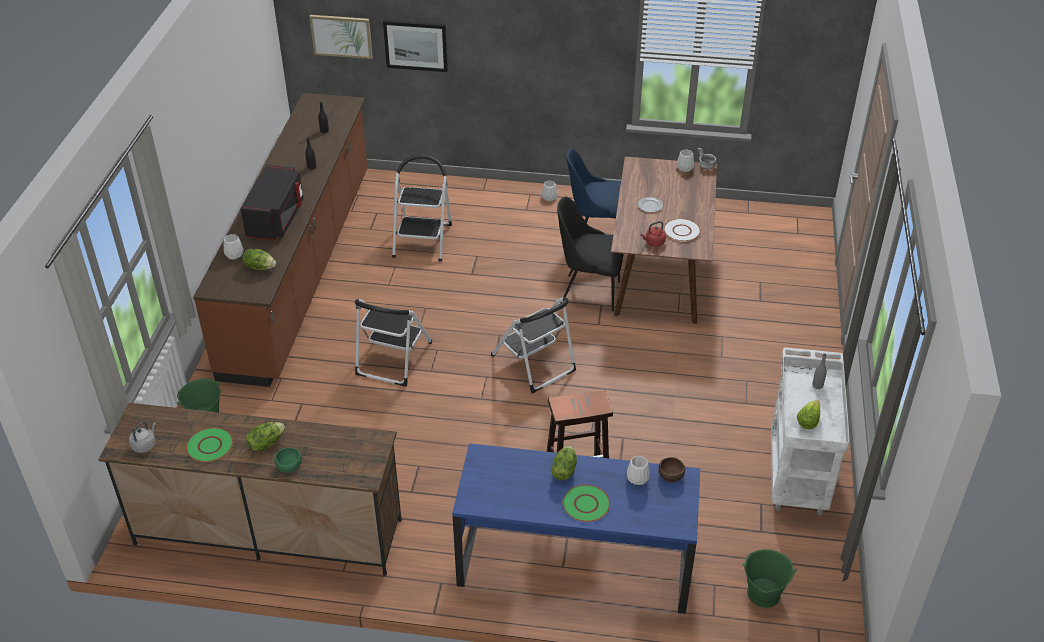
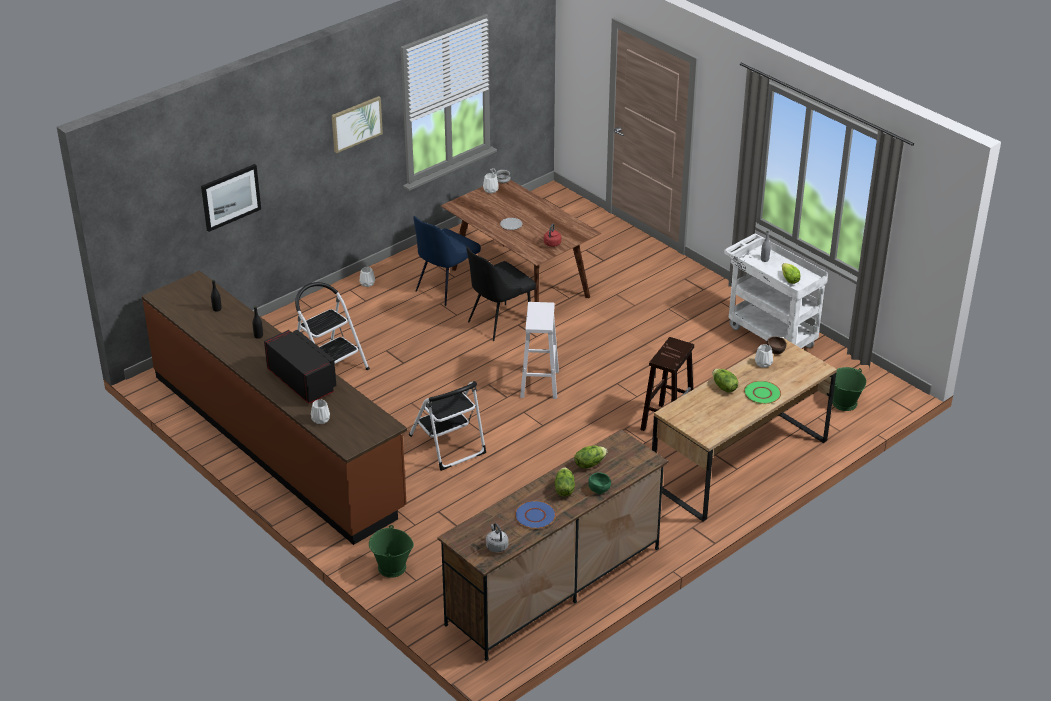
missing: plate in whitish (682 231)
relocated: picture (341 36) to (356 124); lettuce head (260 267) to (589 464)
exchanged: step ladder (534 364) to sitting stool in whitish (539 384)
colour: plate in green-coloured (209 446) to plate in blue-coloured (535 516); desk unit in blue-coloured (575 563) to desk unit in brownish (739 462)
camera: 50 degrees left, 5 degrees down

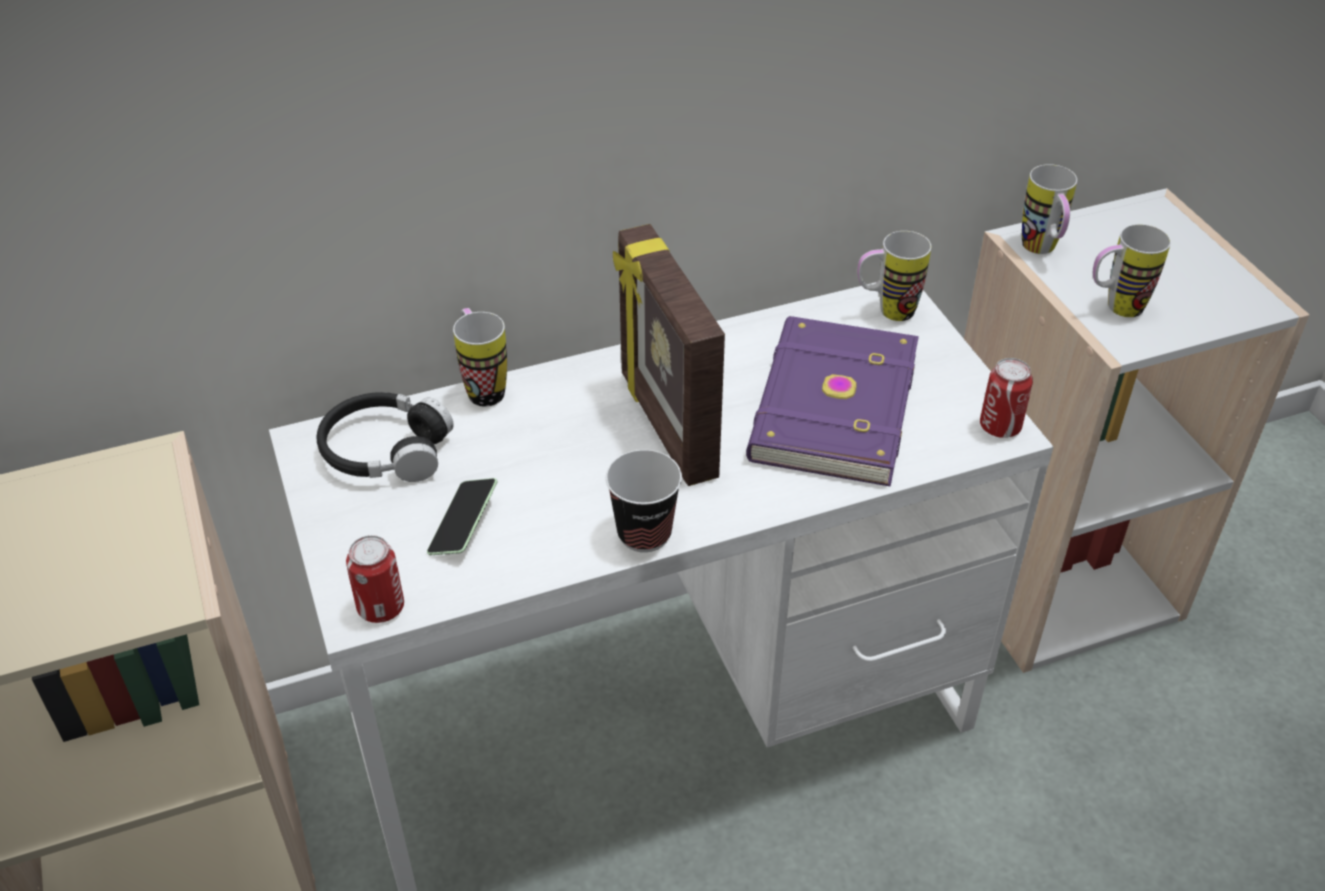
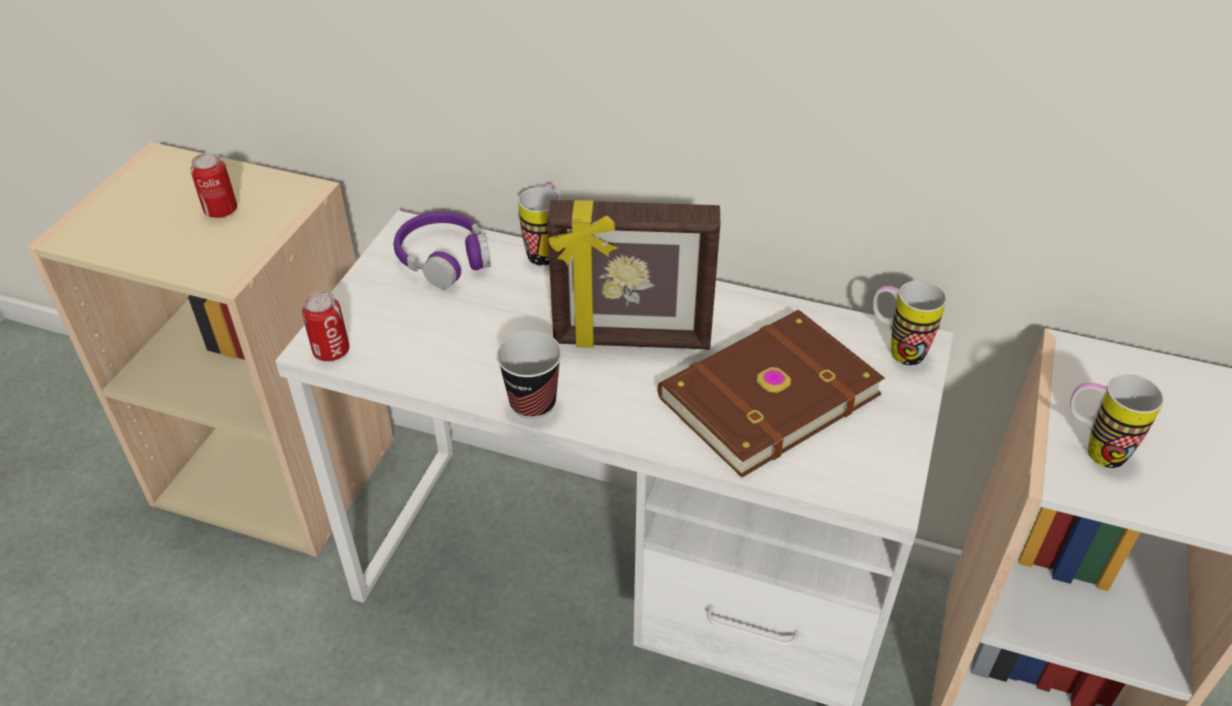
missing: telephone (464 526); mug (1042 251)
relocated: sealed can (1000 426) to (221 210)
colour: pair of headphones in black (385 451) to pair of headphones in purple-coloured (443 258); book in purple-coloured (829 407) to book in brownish (765 394)
spun: picture frame (665 426) = (632 341) 105 degrees counterclockwise
camera: 40 degrees right, 0 degrees up

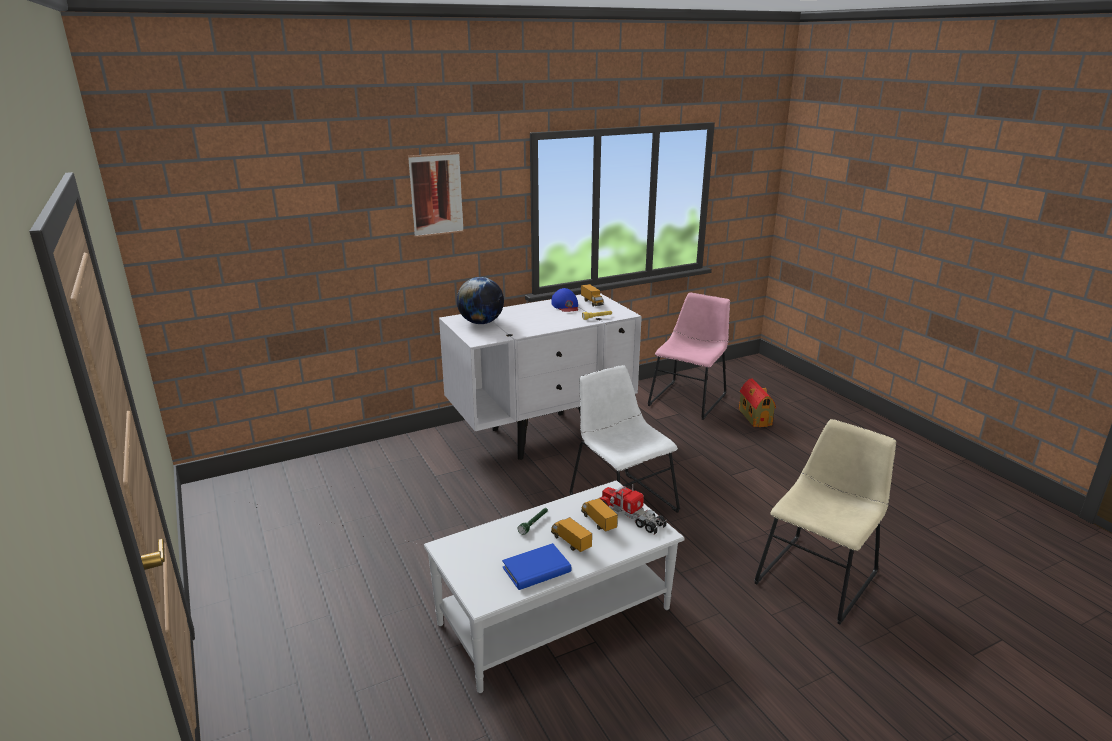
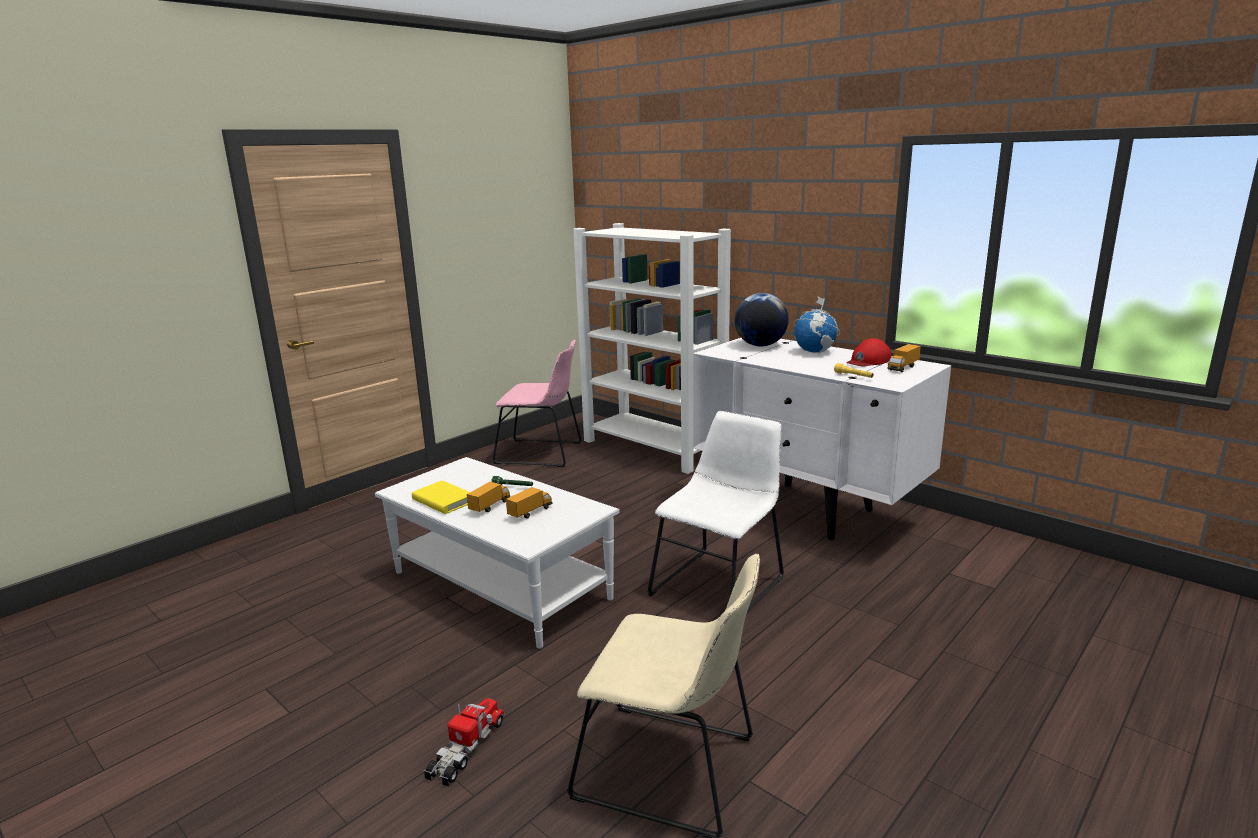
missing: picture (436 195); miniature house (754 416)
appeared: bookcase in whitish (653 447); desk globe (815 351)
relocated: model truck (632 516) to (466 749); plain chair in pink (689 398) to (542 453)
colour: book in blue-coloured (536 570) to book in yellowish (443 501); baseball cap in blue-coloured (565 305) to baseball cap in reddish (868 361)
camera: 70 degrees right, 5 degrees down

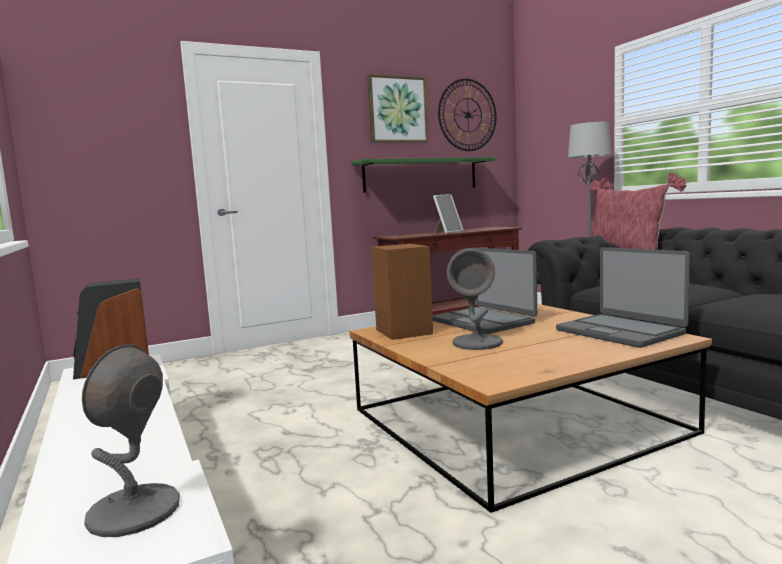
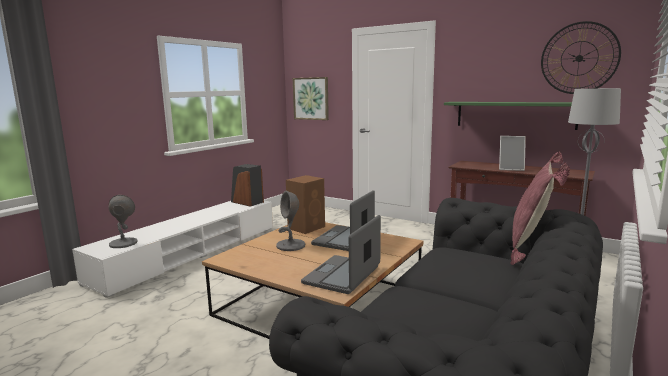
relocated: picture (397 110) to (311 98)
camera: 60 degrees right, 5 degrees up

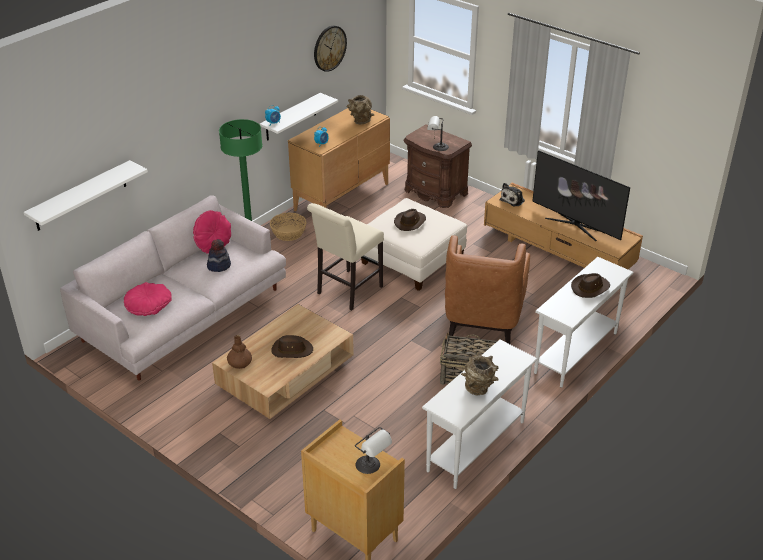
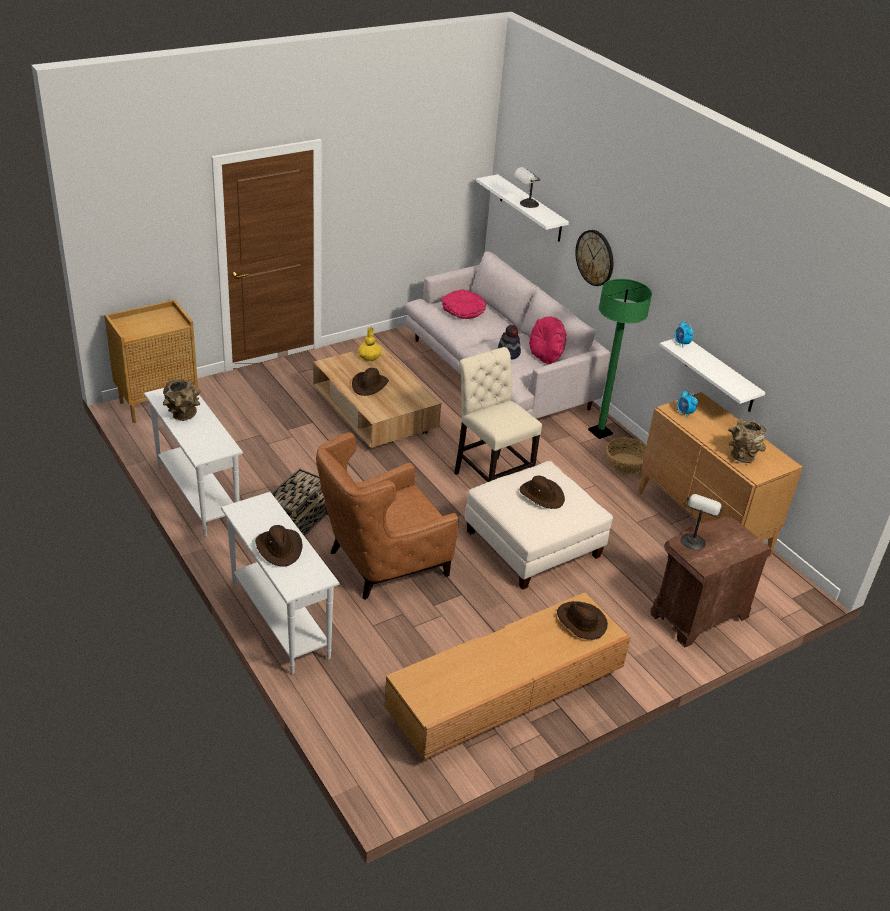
missing: TV set (575 225)
relocated: tabletop lamp (372 467) to (526 204); clock on the wall (329 48) to (595 257)
exchanged: soft toy (513 200) to hat in brownish (580 622)
colour: vase in brownish (240 362) to vase in yellowish (369 356)
spun: easy chair in brownish (482 322) = (382 563) 60 degrees counterclockwise
camera: 105 degrees right, 0 degrees up

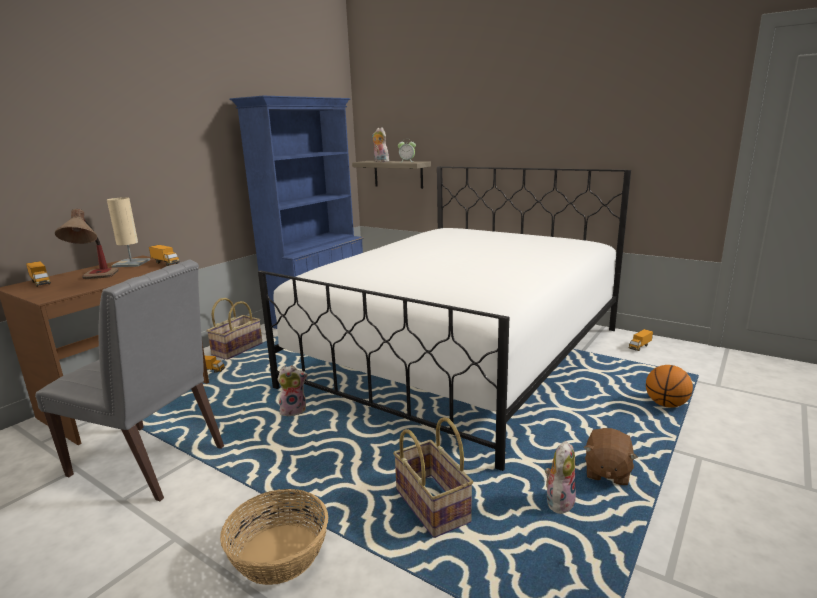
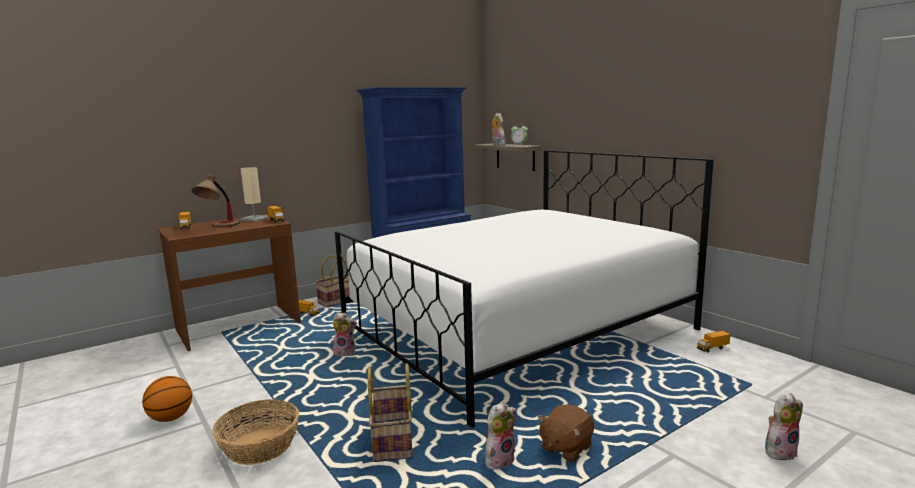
missing: plain chair in grey (147 461)
appeared: soft toy (780 451)
relocated: basketball (666 404) to (171 418)
camera: 20 degrees right, 5 degrees down

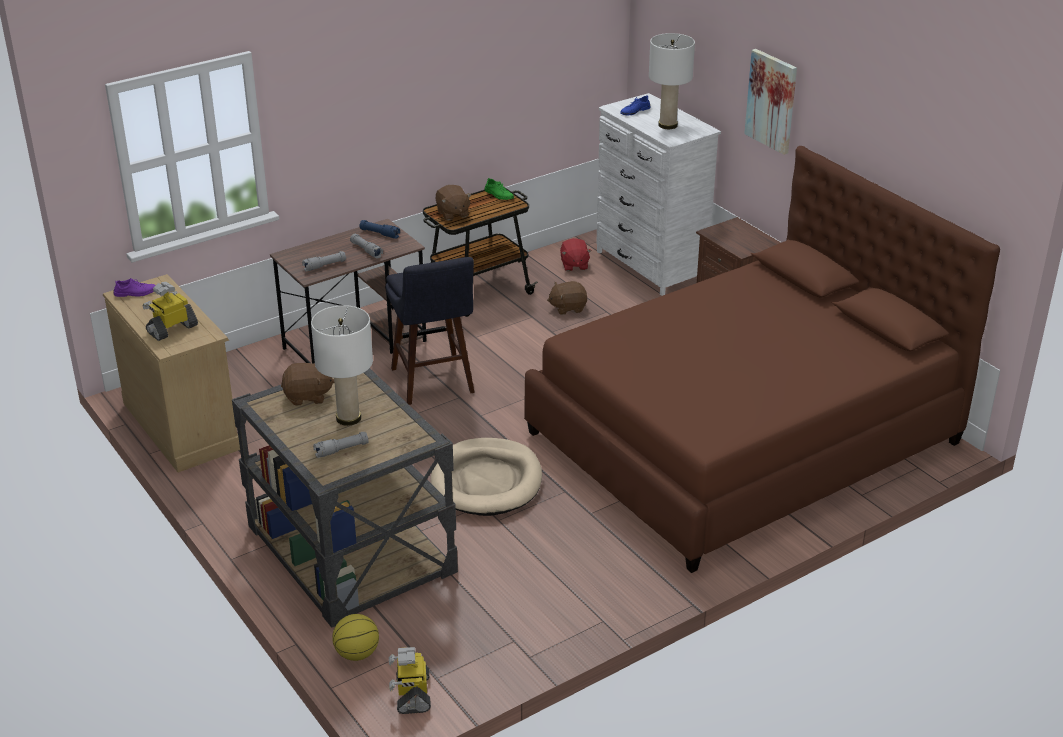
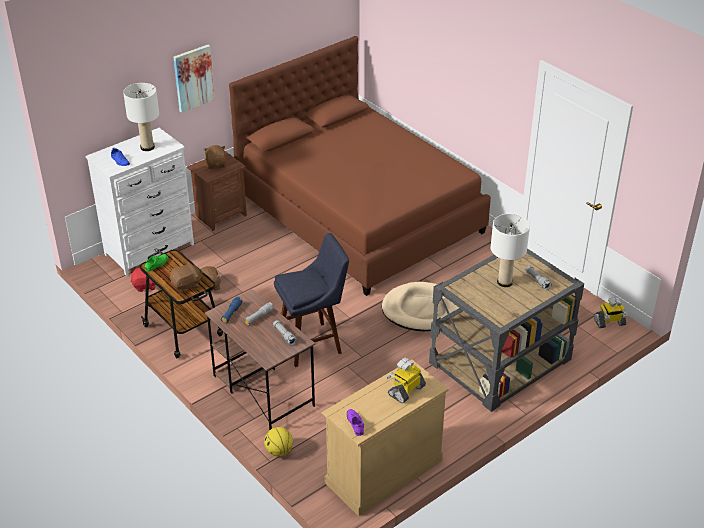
relocated: soft toy in brownish (308 396) to (216 164); basketball (356 654) to (279 451)
spun: robot figure (172 329) = (406 390) 90 degrees clockwise
camera: 95 degrees left, 5 degrees up

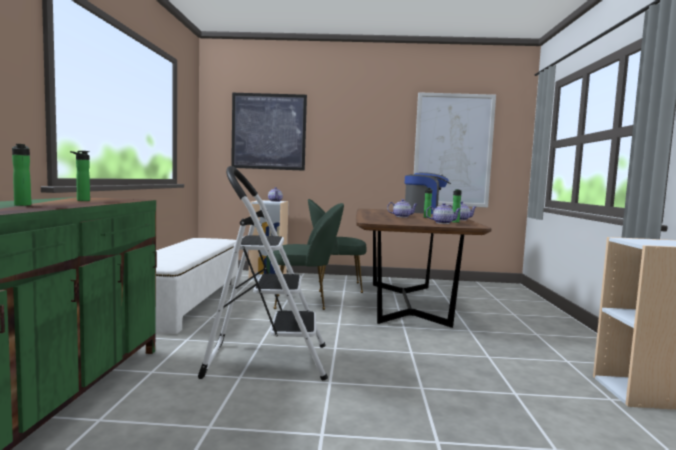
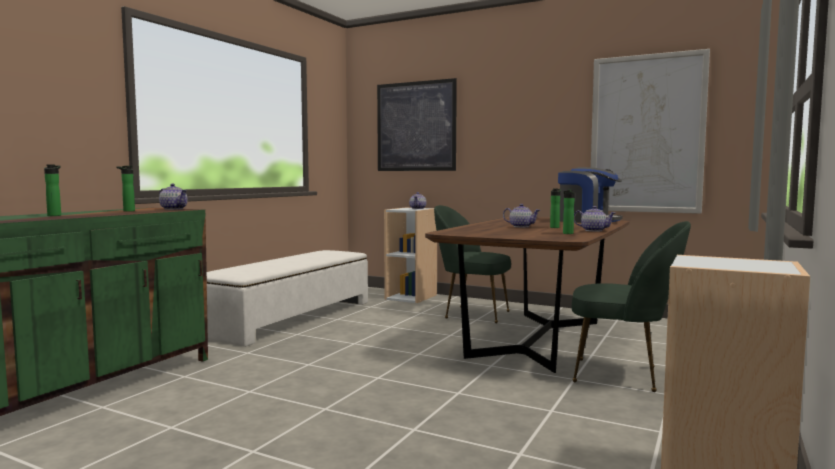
missing: step ladder (263 361)
relocated: pot for tea (442 223) to (173 209); plain chair in green-coloured (305 303) to (624 376)
camera: 25 degrees right, 0 degrees up

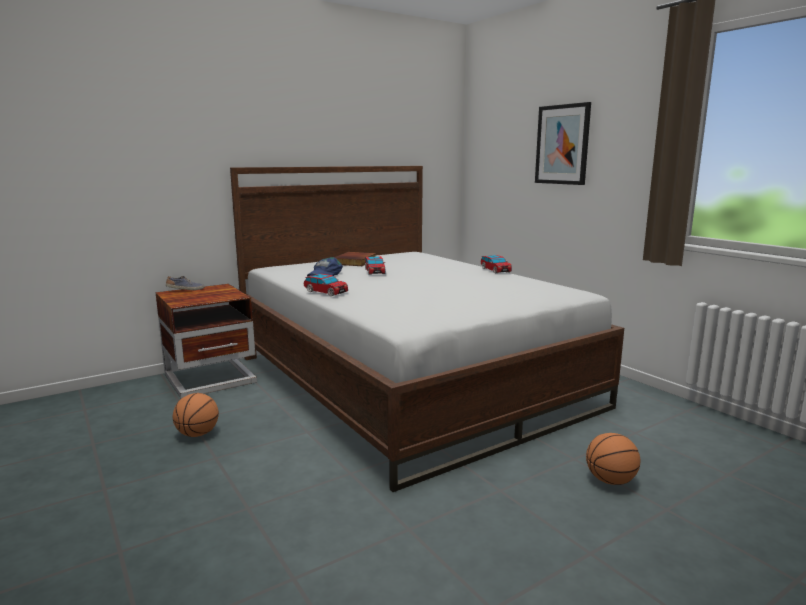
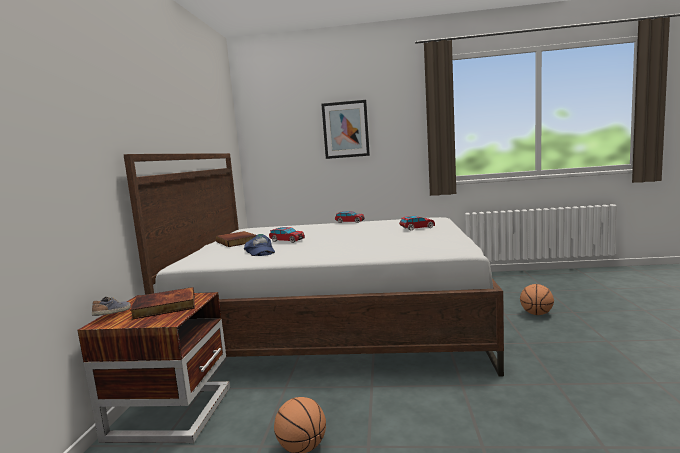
appeared: book (164 307)
relocated: toy car (325 292) to (417 228)
camera: 50 degrees left, 5 degrees down

